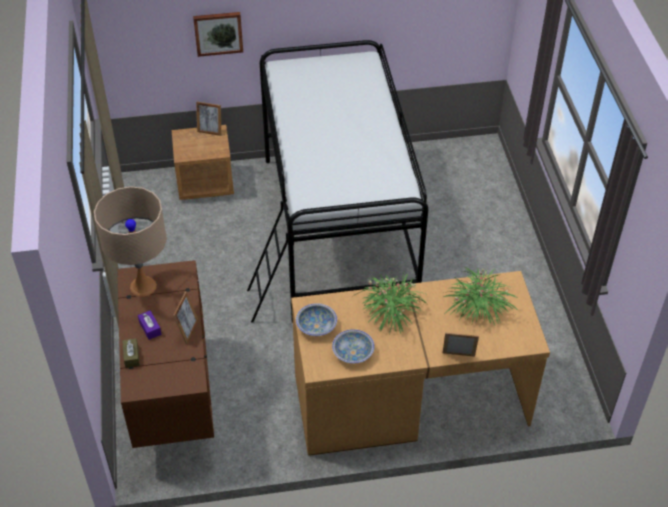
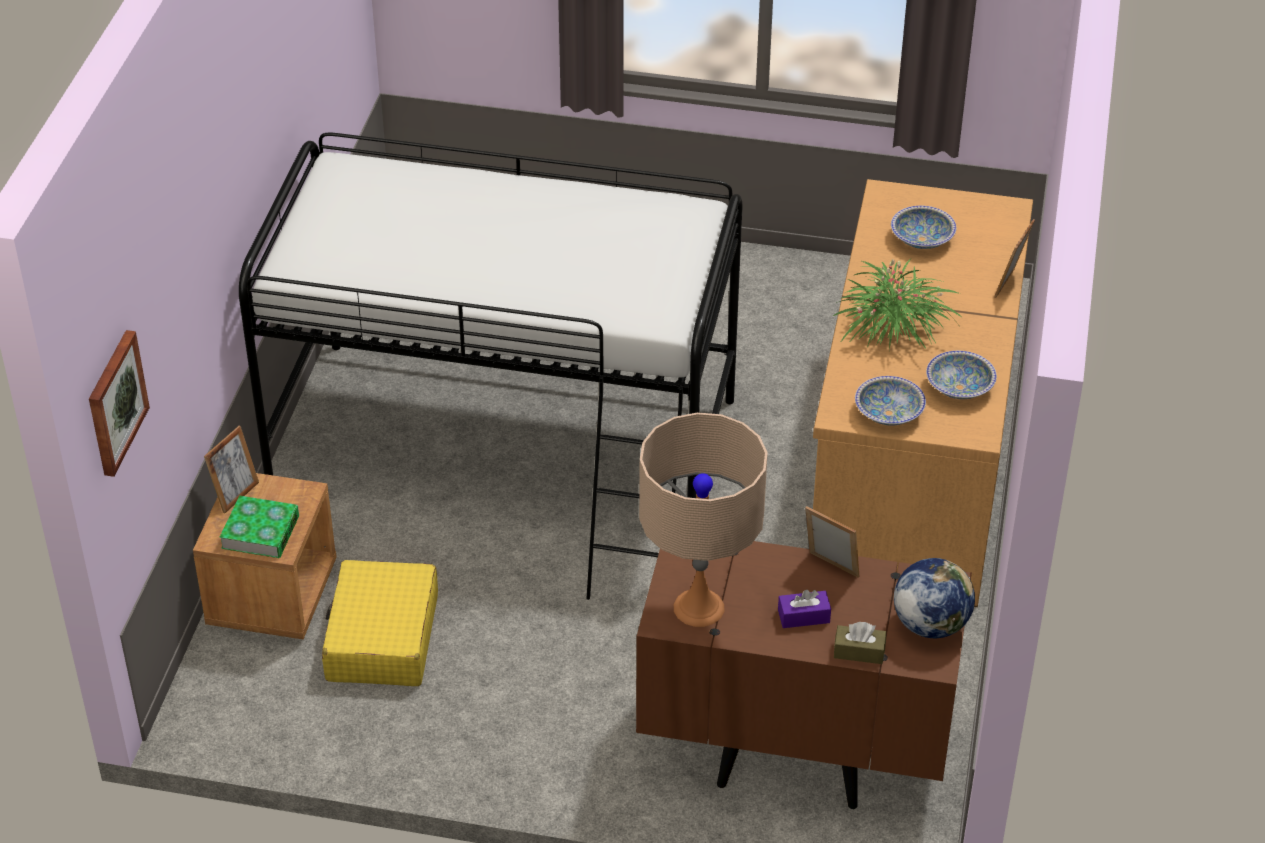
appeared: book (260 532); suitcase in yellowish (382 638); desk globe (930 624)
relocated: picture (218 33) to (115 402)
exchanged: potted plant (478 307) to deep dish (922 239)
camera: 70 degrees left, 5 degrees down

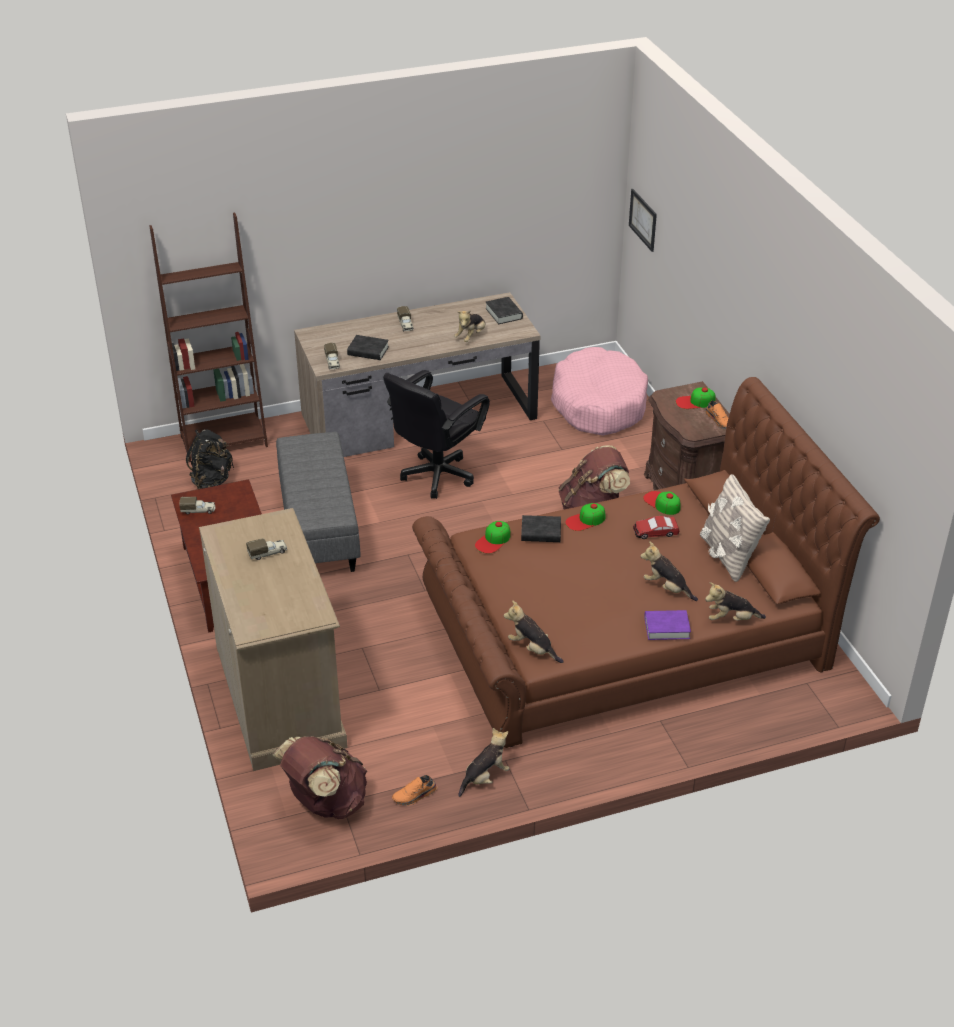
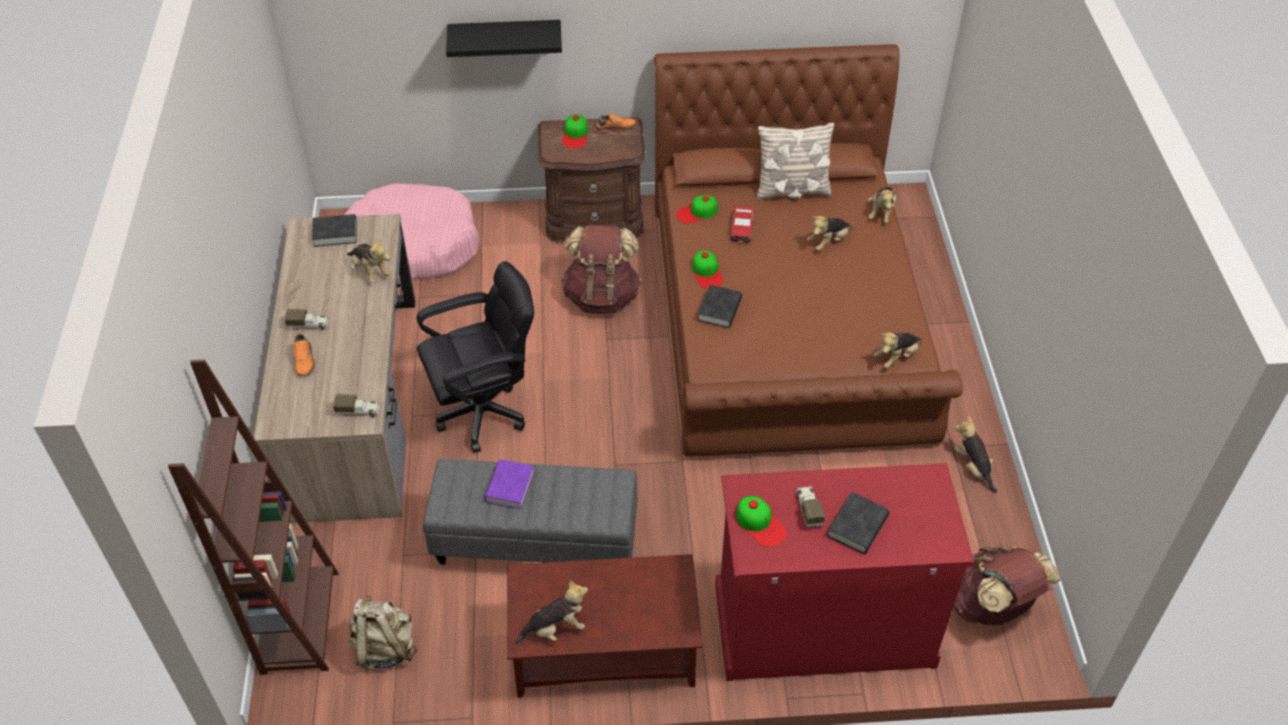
missing: picture (643 219)
appeared: wall shelf in black (505 38)
relocated: item of footwear in orange-coloured (415 796) to (305 360); book in purple-coloured (667 628) to (510 487); baseball cap (493 540) to (760 524); book in black (368 351) to (857 526)
exchanged: model truck (198 510) to soft toy (555 628)
colour: rucksack in black (211 480) to rucksack in sand-coloured (384 647); dresser in sand-coloured (280 695) to dresser in reddish (822 625)
spun: office chair in black (436 479) = (486 413) 75 degrees counterclockwise
camera: 75 degrees left, 10 degrees up

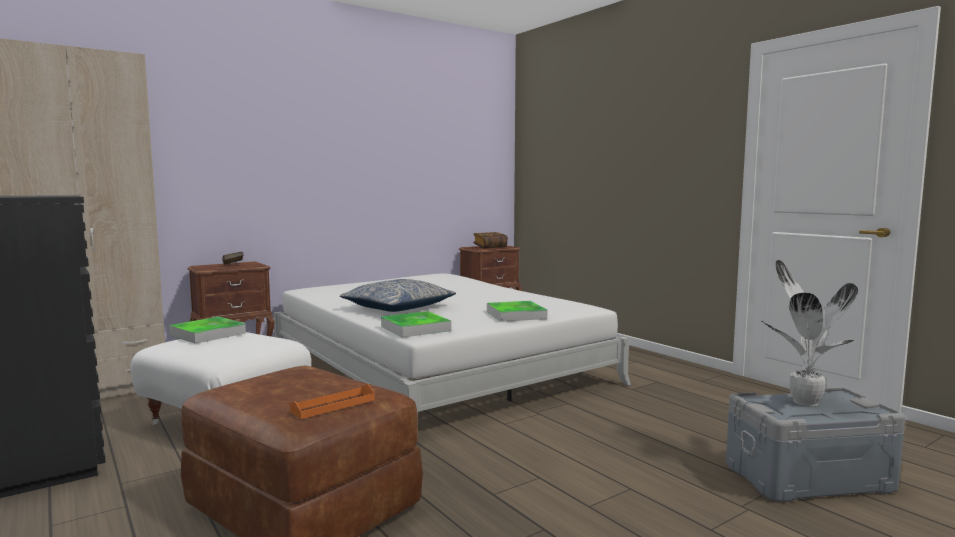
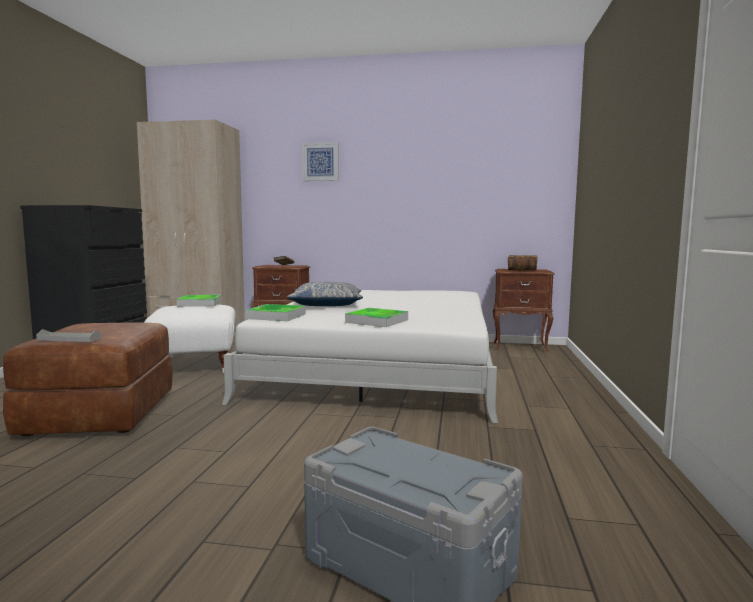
missing: potted plant (803 401)
appeared: picture (320 162)
colour: tray in orange-coloured (333 405) to tray in grey (69 339)
camera: 45 degrees right, 0 degrees up

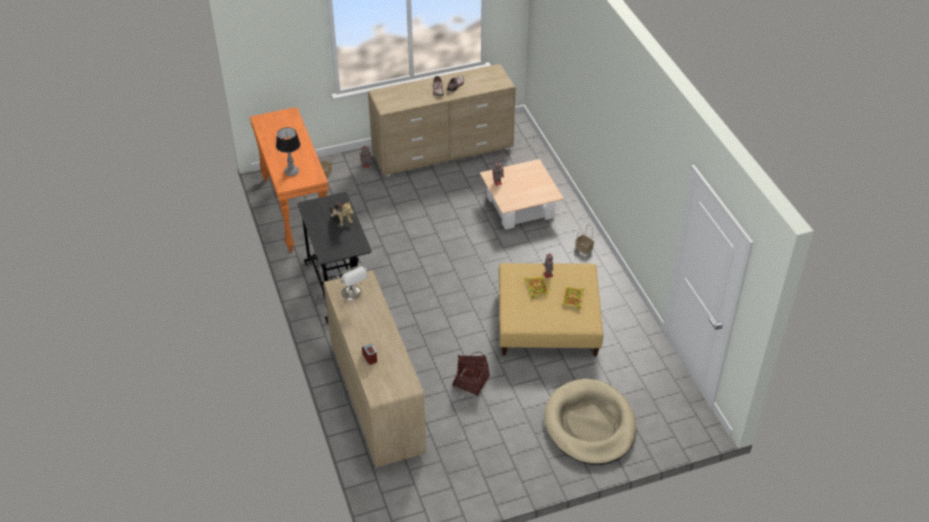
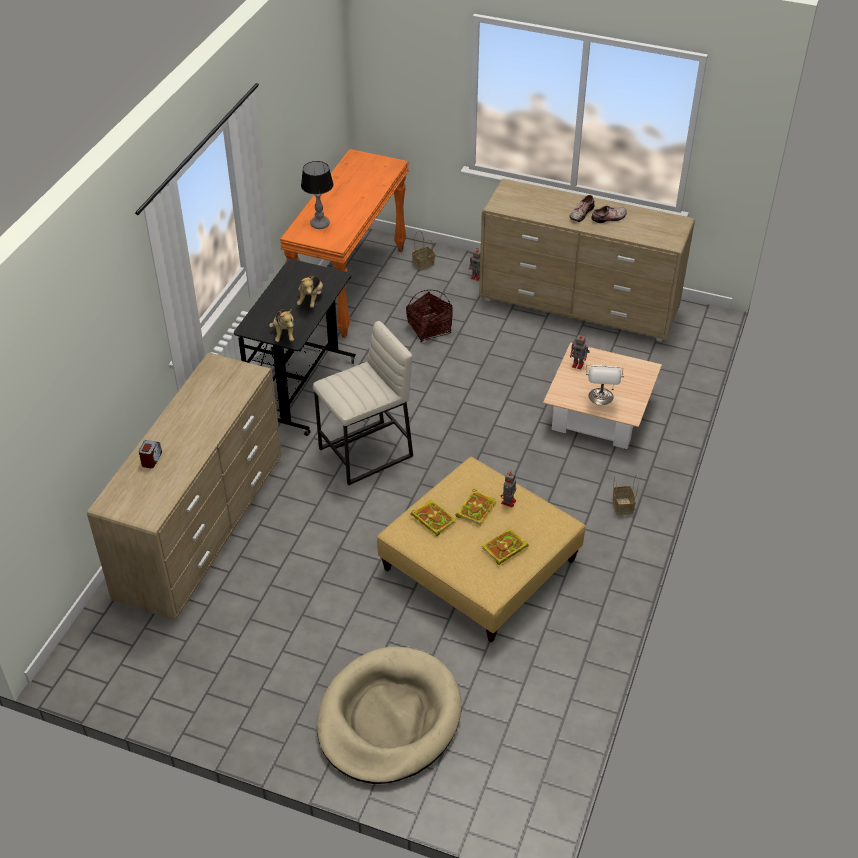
appeared: soft toy (284 333); sitting stool in sand-coloured (366 452); book (432 519)
relocated: storage basket (470 382) to (429 328); tabletop lamp in whitish (354 294) to (601 400)
camera: 40 degrees right, 0 degrees up

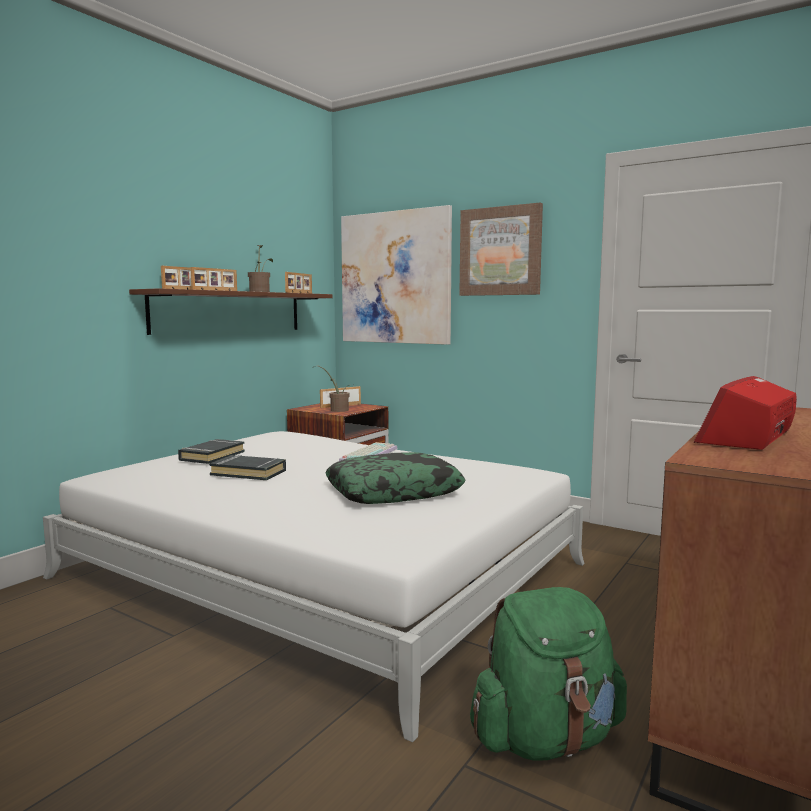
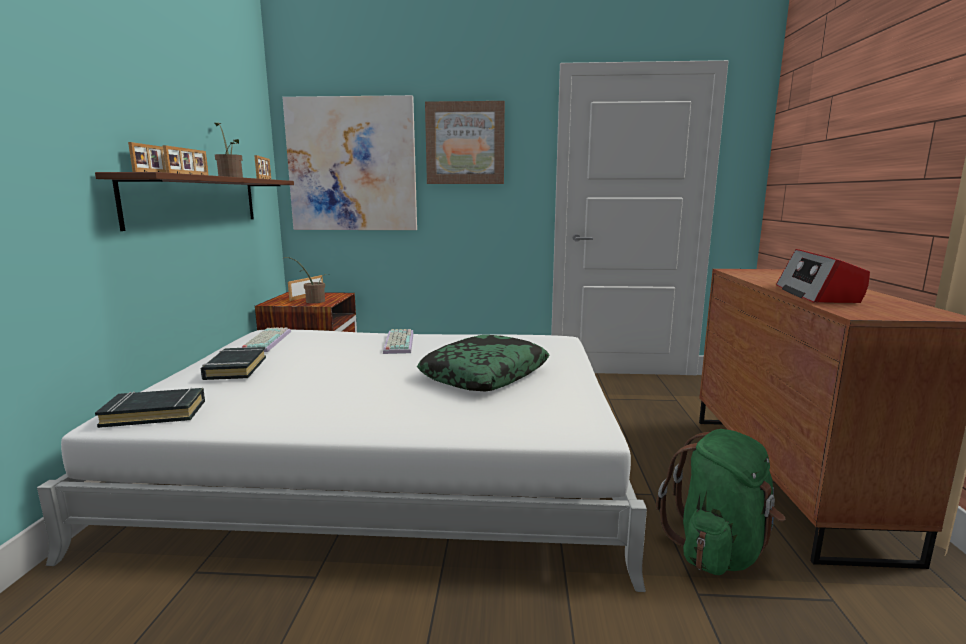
appeared: PC keyboard (265 341)
relocated: book in black (249 473) to (155 413)
camera: 30 degrees left, 5 degrees up

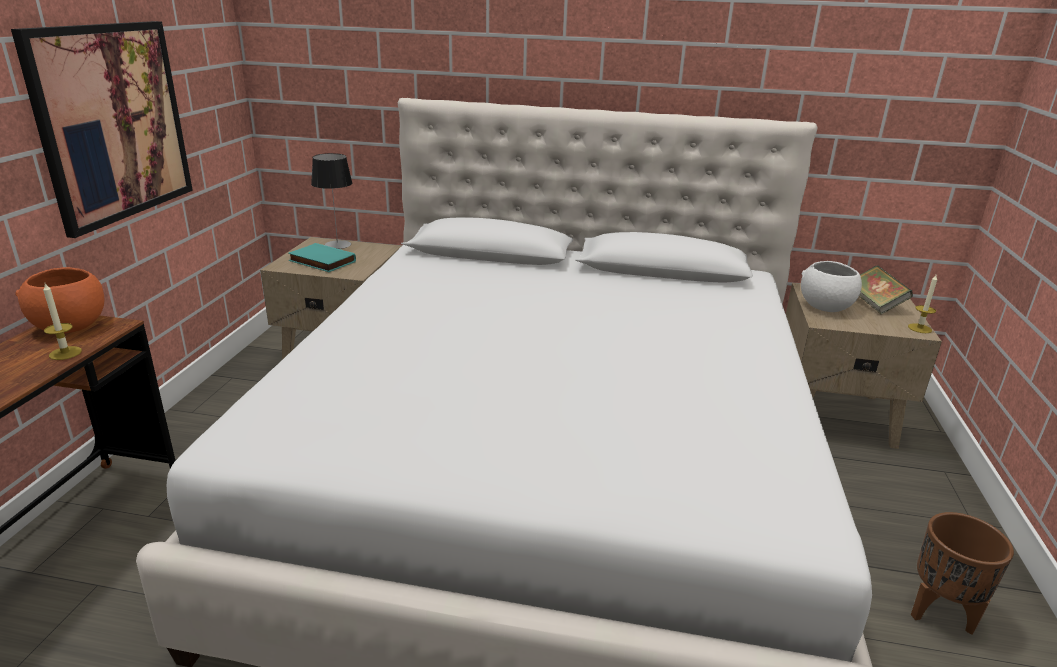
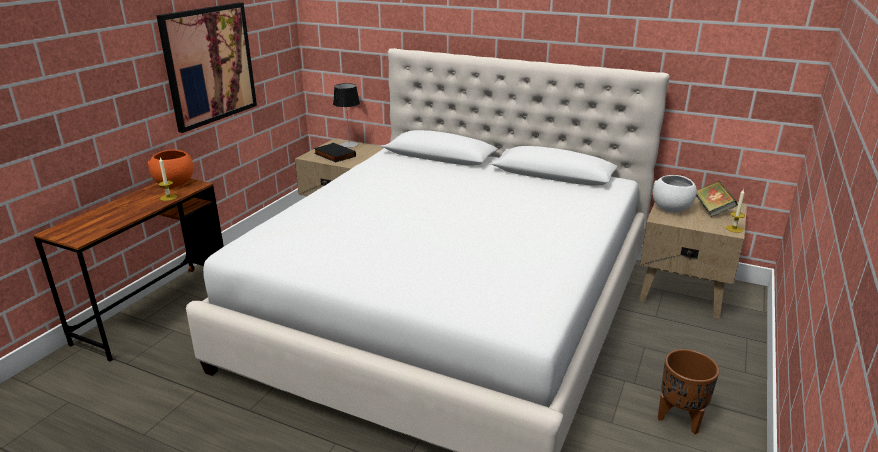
colour: book in turquoise-coloured (321 261) to book in black (334 155)
camera: 15 degrees right, 0 degrees up

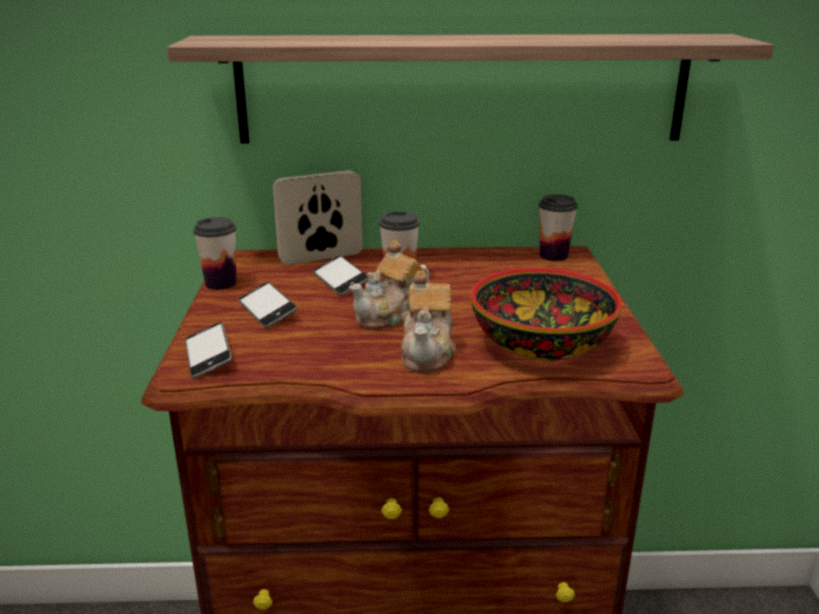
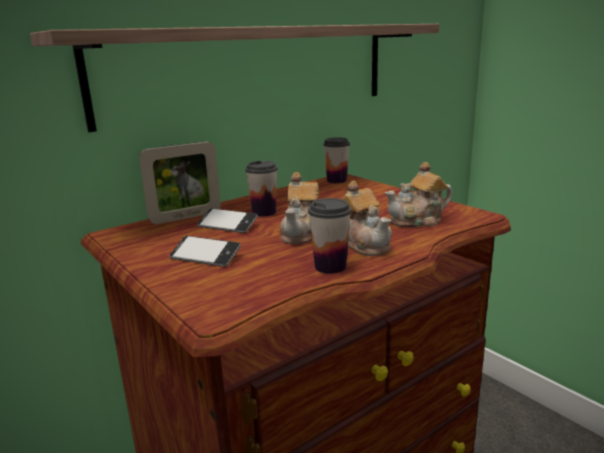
missing: telephone (208 356)
relocated: drinking cup (221 283) to (330 266)
exchanged: deep dish (543 345) to pot for tea (418 221)
spun: picture frame (321 258) = (185 217) 150 degrees counterclockwise
camera: 35 degrees left, 5 degrees down

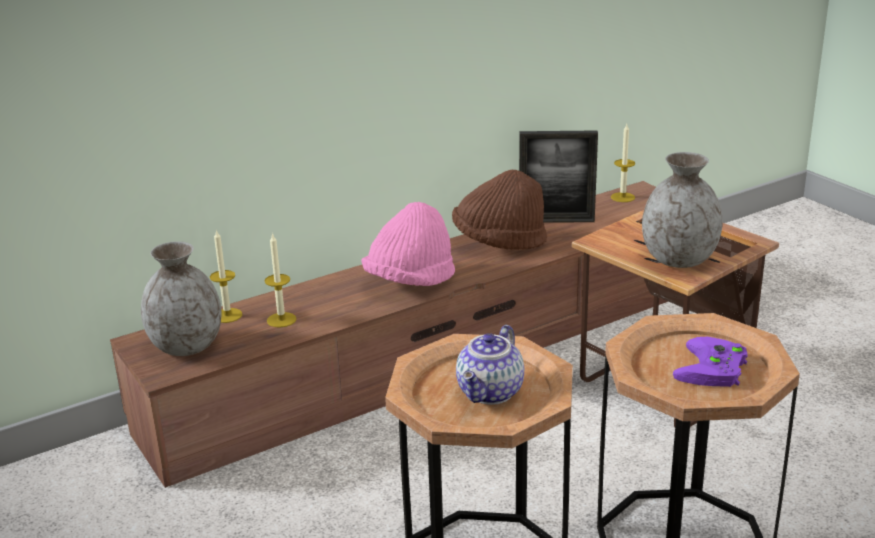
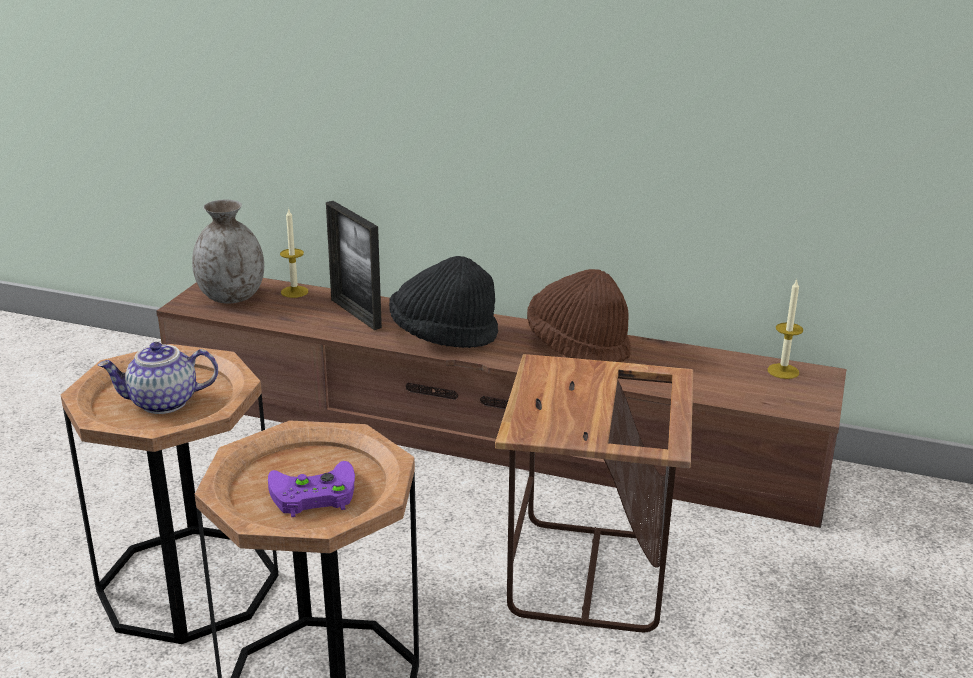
missing: wax candle (281 320); vase in grey (678 260)
relocated: picture frame (556 220) to (355 313)
colour: hat in pink (410 282) to hat in black (443 336)
camera: 50 degrees right, 0 degrees up

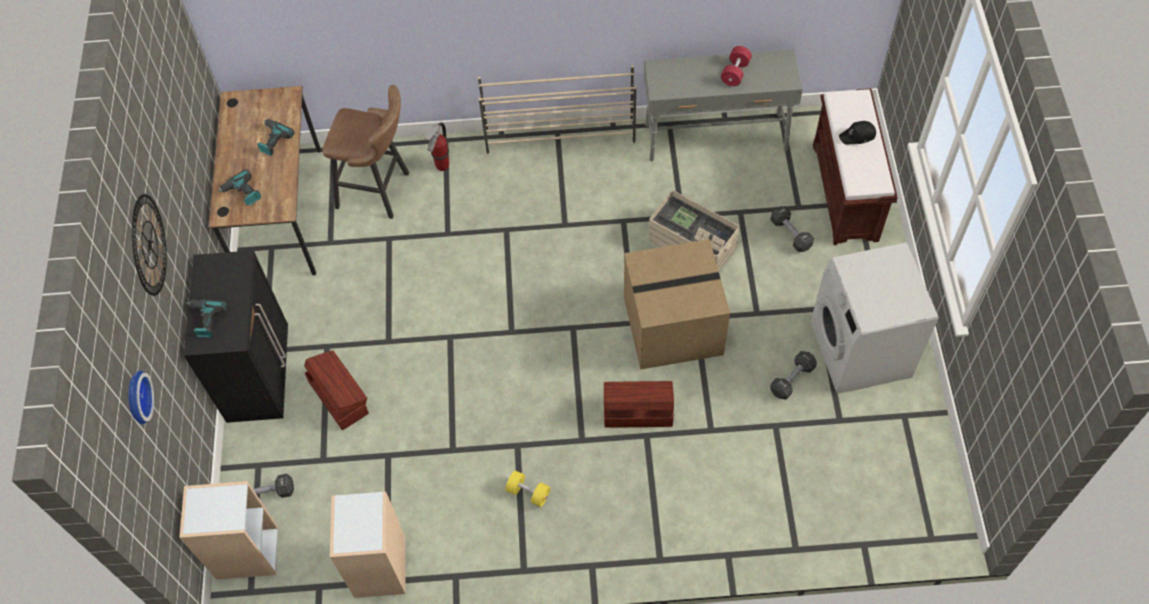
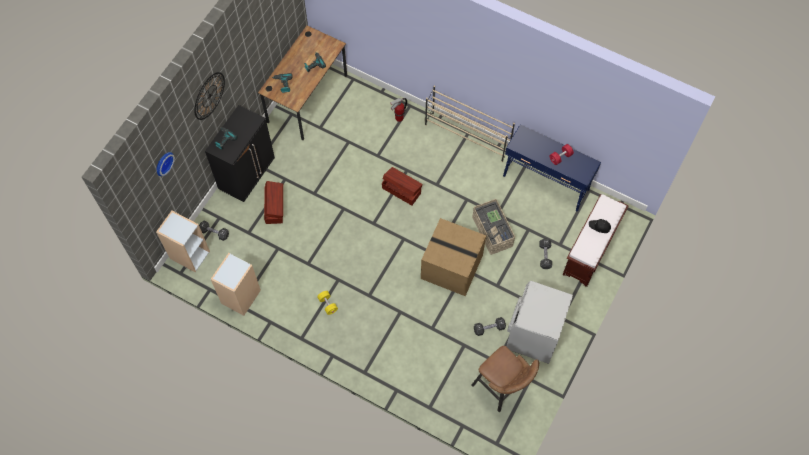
relocated: storage box in brownish (637 411) to (401 190); sitting stool in brownish (381 192) to (502 390)
colour: hall table in grey (716 138) to hall table in blue-coloured (545 183)
camera: 30 degrees right, 5 degrees up

